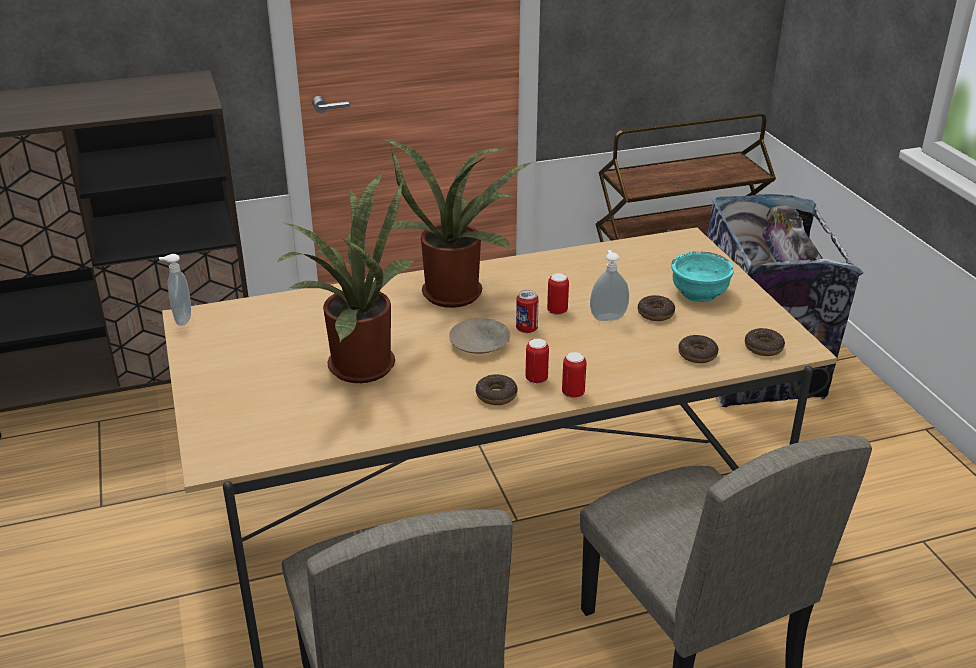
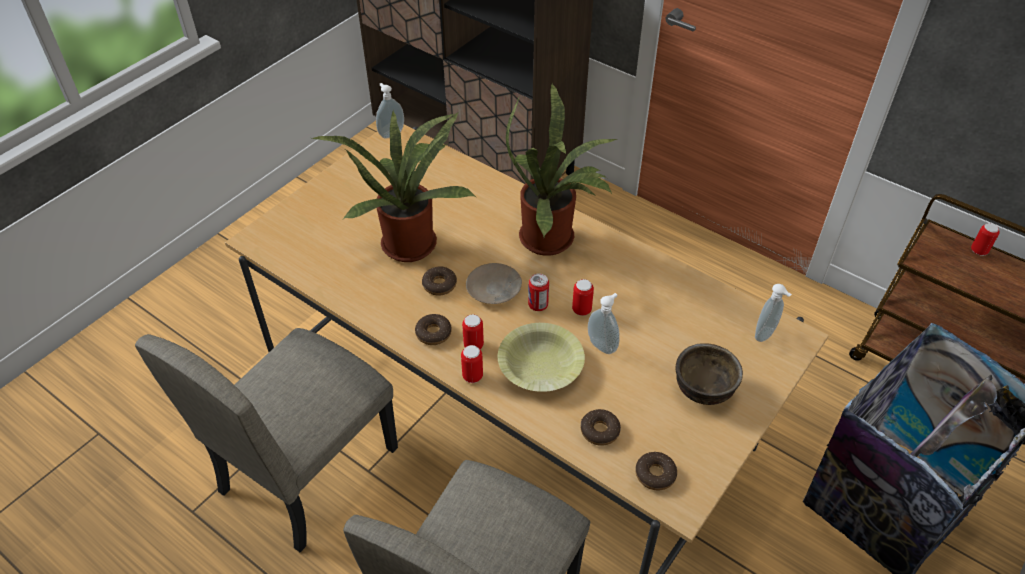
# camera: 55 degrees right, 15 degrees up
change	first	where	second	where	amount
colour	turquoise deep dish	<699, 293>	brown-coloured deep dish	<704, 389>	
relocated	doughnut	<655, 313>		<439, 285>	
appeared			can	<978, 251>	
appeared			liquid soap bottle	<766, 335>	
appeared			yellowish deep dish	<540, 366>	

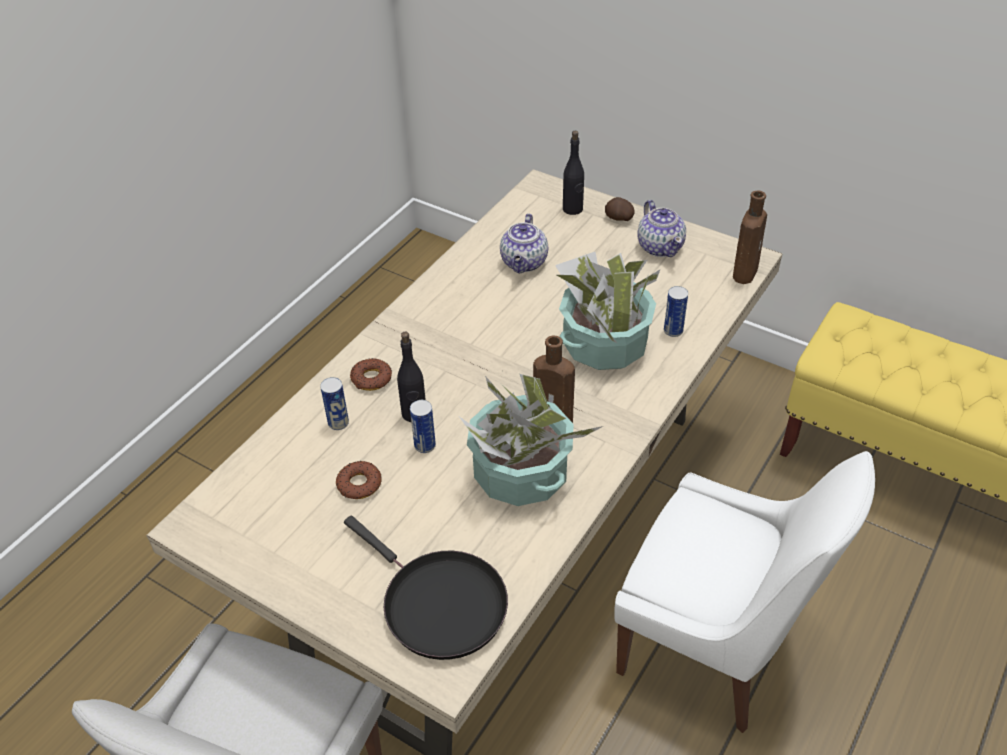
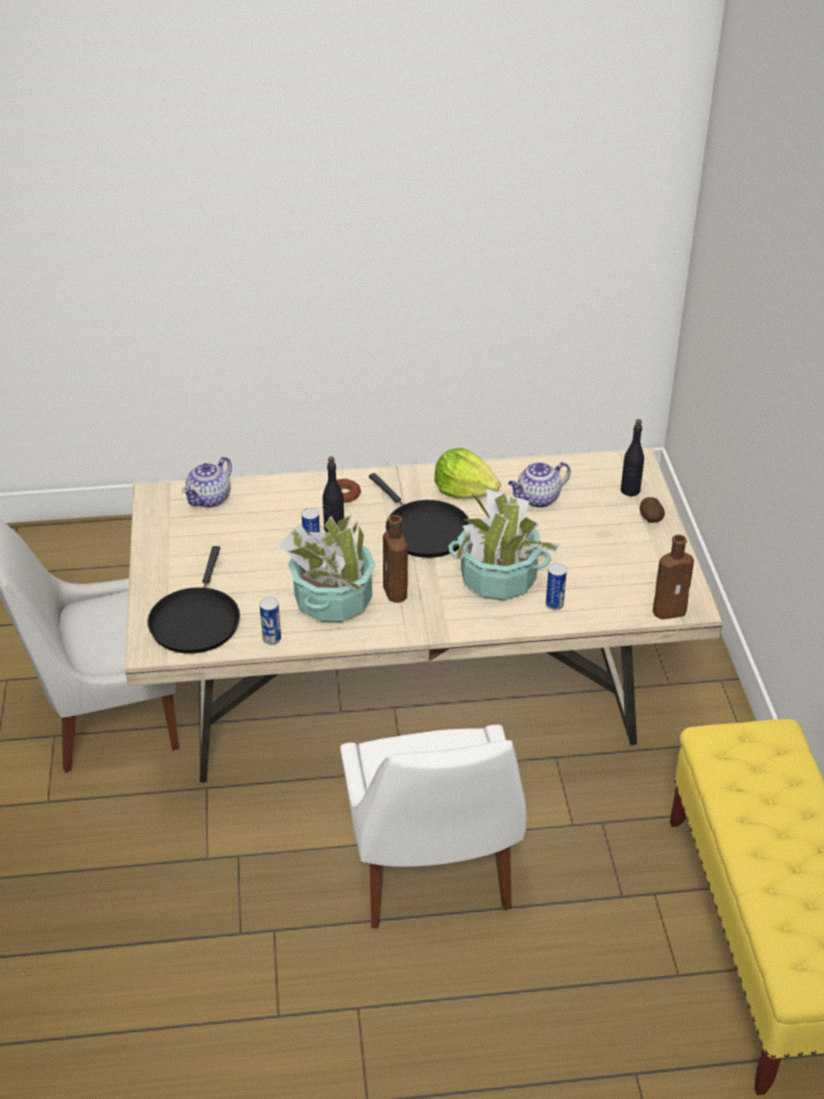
# camera: 50 degrees right, 5 degrees down
change	first	where	second	where	amount
relocated	tea pot	<660, 247>		<210, 498>	
relocated	can	<338, 423>		<271, 639>	
missing	doughnut	<359, 484>			
appeared			lettuce	<465, 490>	
appeared			black-coloured pan	<423, 530>	

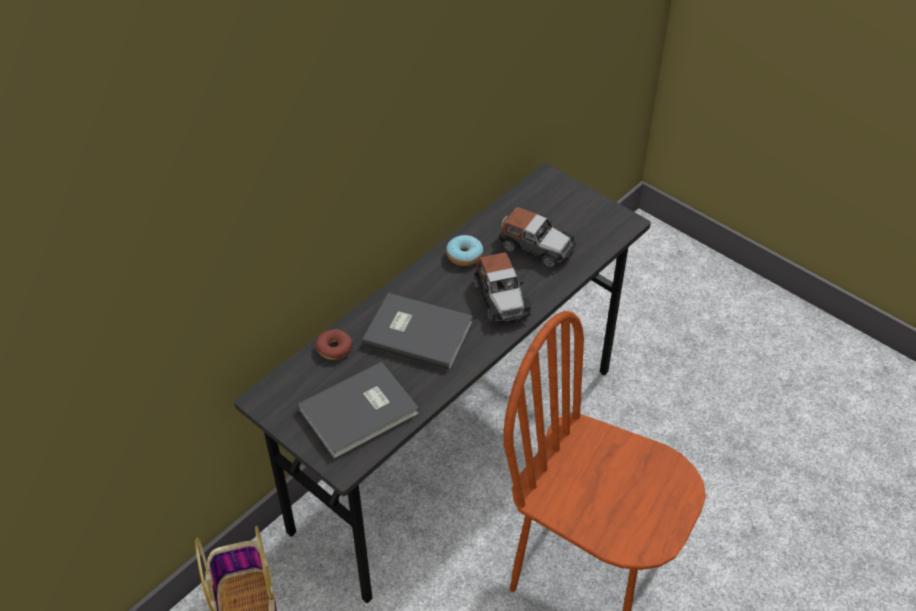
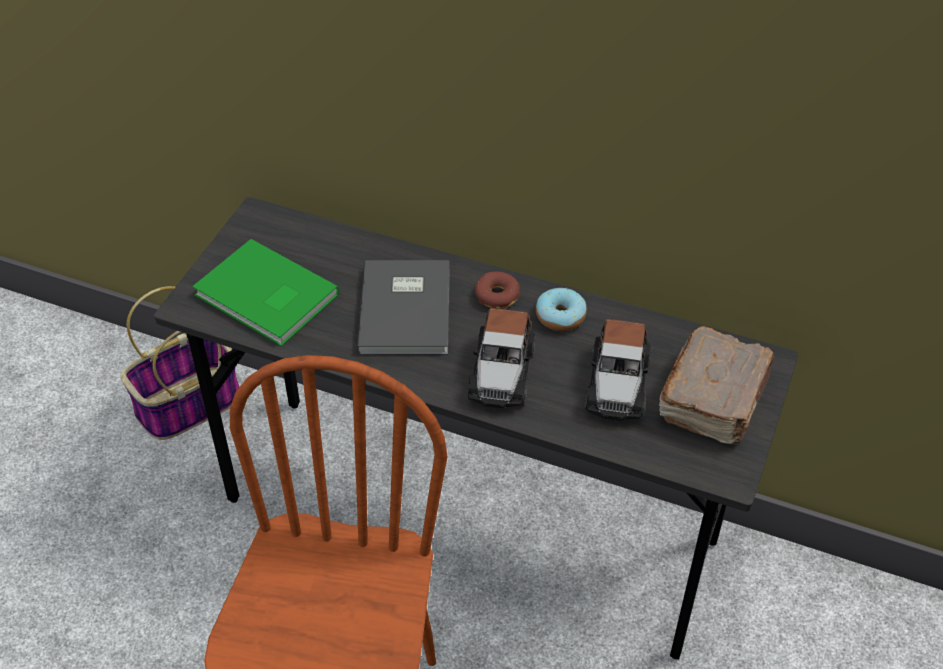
# camera: 70 degrees right, 0 degrees up
change	first	where	second	where	amount
spun	model car	<501, 299>		<501, 372>	45 degrees counterclockwise
relocated	doughnut	<334, 348>		<497, 296>	
colour	gray volume	<361, 413>	green volume	<266, 297>	
appeared			brown-coloured volume	<715, 399>	

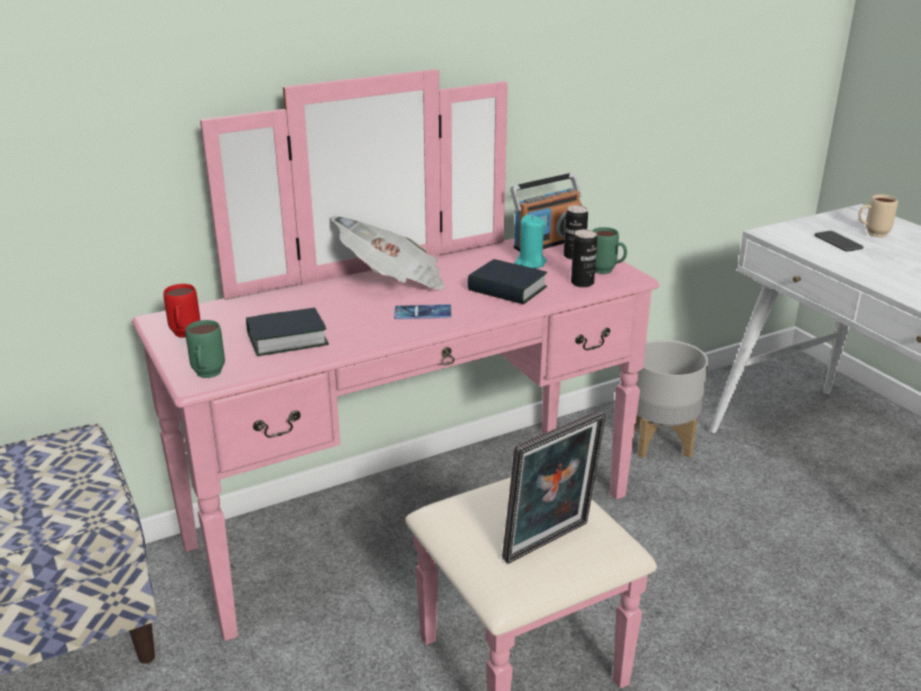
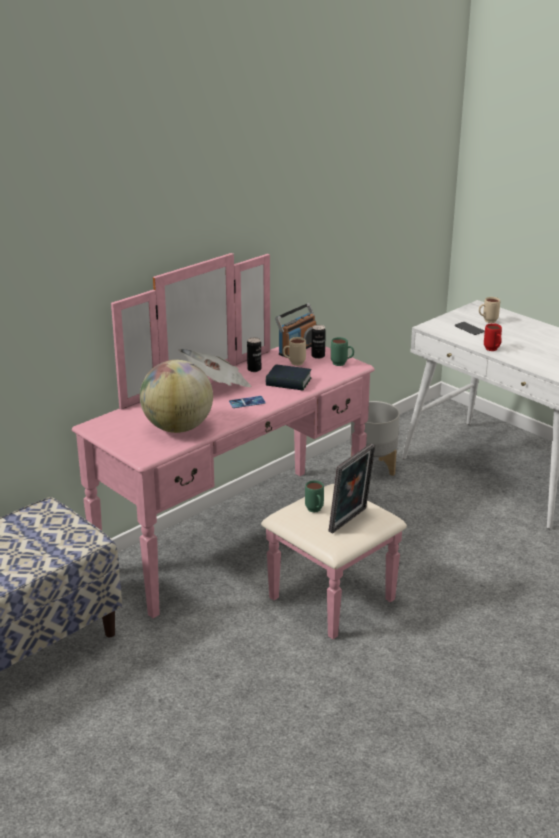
# camera: 15 degrees left, 0 degrees up
change	first	where	second	where	amount
exchanged	turquoise wax light	<530, 263>	sand-coloured tea mug	<293, 364>	
relocated	can	<582, 283>		<254, 369>	
relocated	reddish tea mug	<184, 336>		<493, 350>	
exchanged	volume	<287, 339>	desk globe	<178, 428>	
relocated	green tea mug	<207, 376>		<315, 511>	

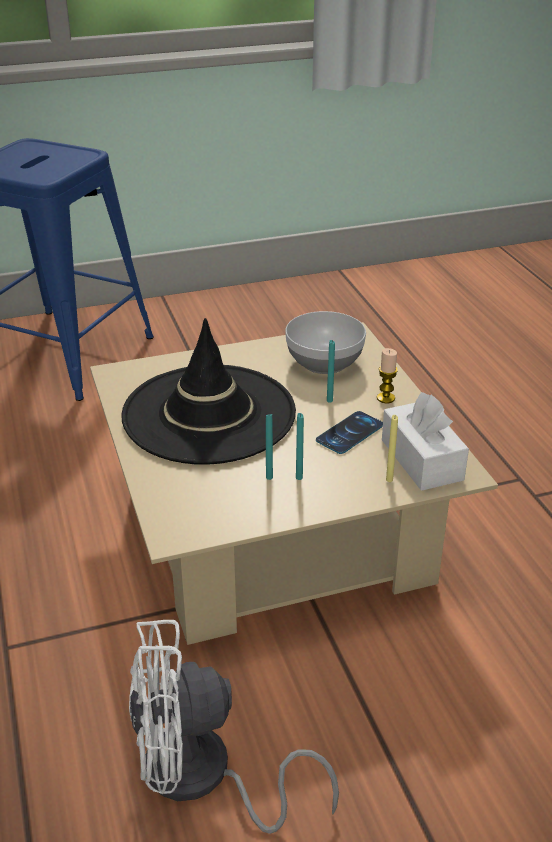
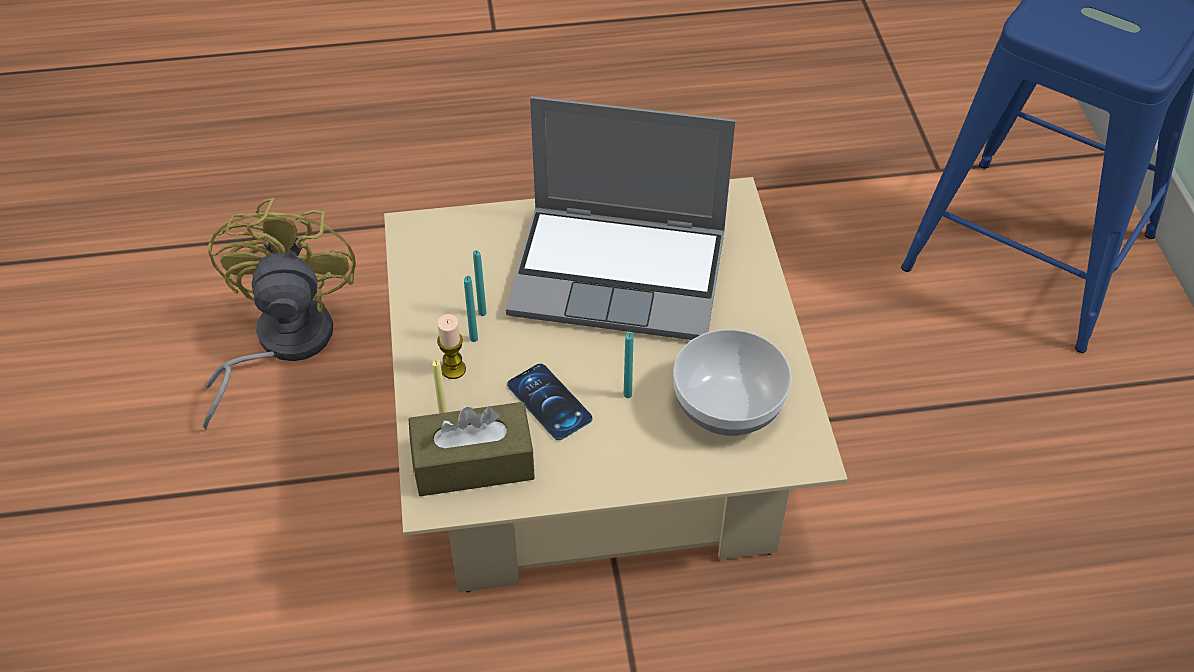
# camera: 100 degrees right, 15 degrees up
change	first	where	second	where	amount
exchanged	black-coloured hat	<209, 414>	notebook computer	<621, 274>	
relocated	wax light	<385, 398>		<453, 369>	
colour	white box of tissues	<421, 460>	brown-coloured box of tissues	<473, 463>	
colour	white cooling fan	<202, 778>	yellowish cooling fan	<281, 344>	

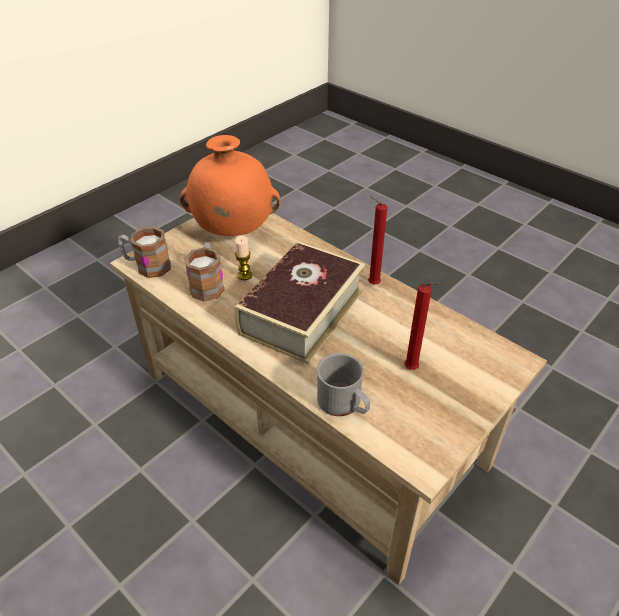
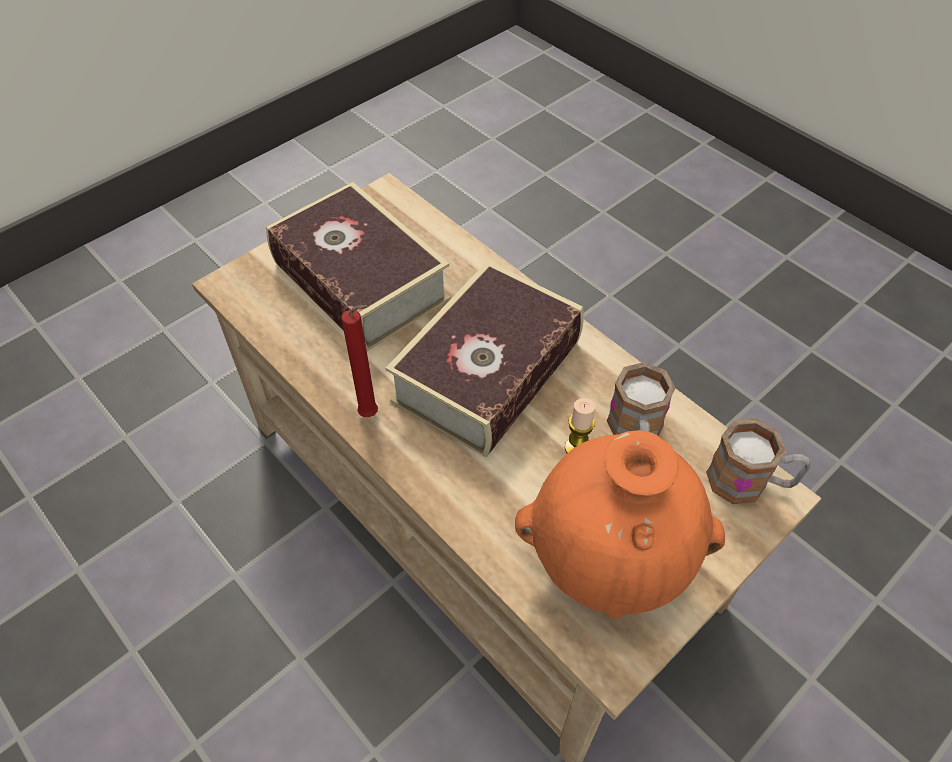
# camera: 175 degrees left, 10 degrees up
change	first	where	second	where	amount
exchanged	reddish wax light	<413, 369>	volume	<360, 281>	
missing	gray tea mug	<344, 404>			

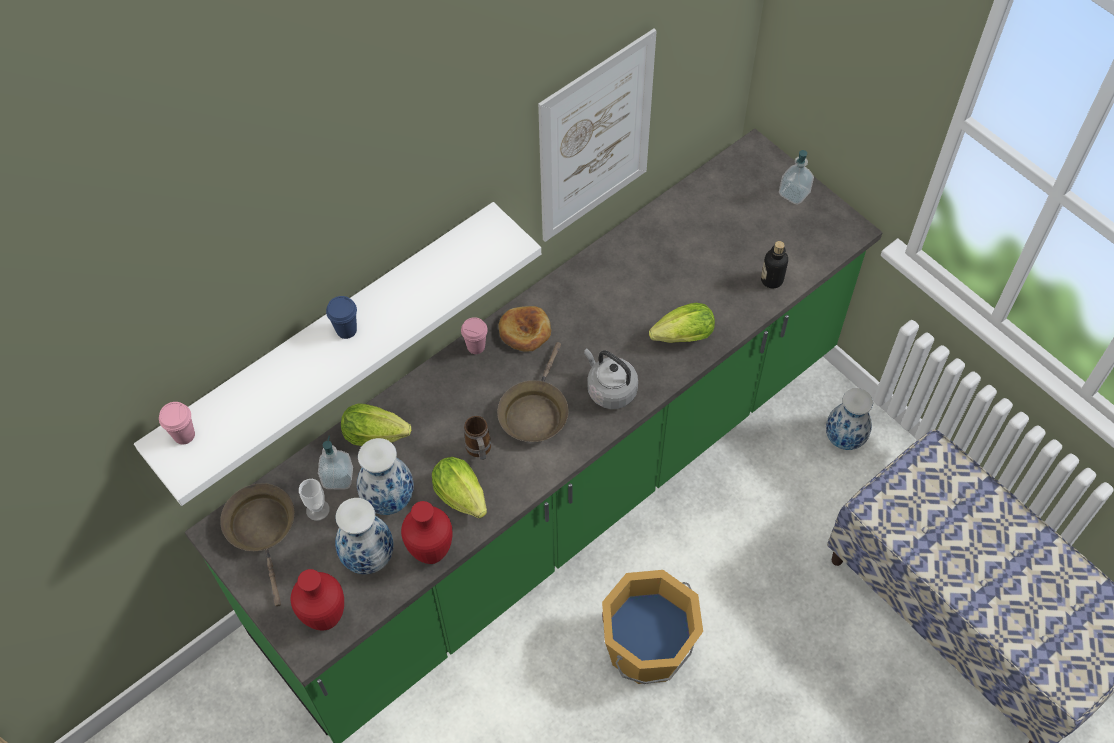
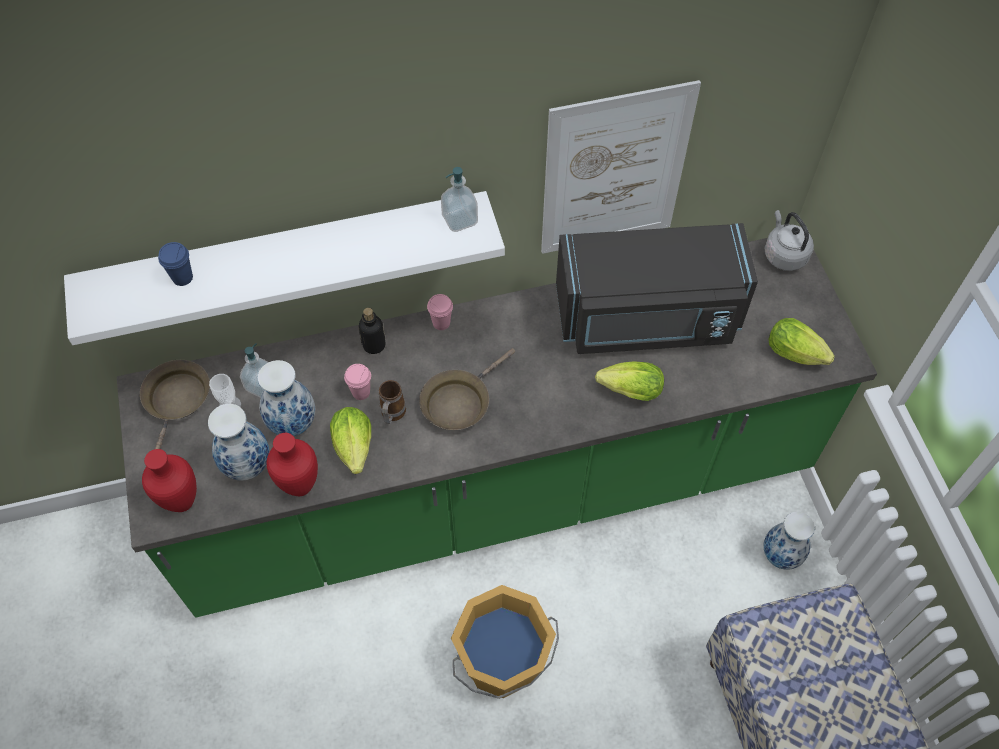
# camera: 25 degrees right, 0 degrees up
change	first	where	second	where	amount
relocated	liquid soap bottle	<794, 193>		<460, 219>	
relocated	bottle	<772, 280>		<374, 345>	
relocated	blue drinking cup	<346, 330>		<182, 277>	
missing	bakery bread	<525, 331>			
relocated	gray water kettle	<609, 389>		<783, 254>	
relocated	pink-coloured drinking cup	<184, 435>		<361, 392>	
relocated	lettuce	<379, 435>		<798, 355>	
appeared			black-coloured kitchen microwave	<647, 319>	

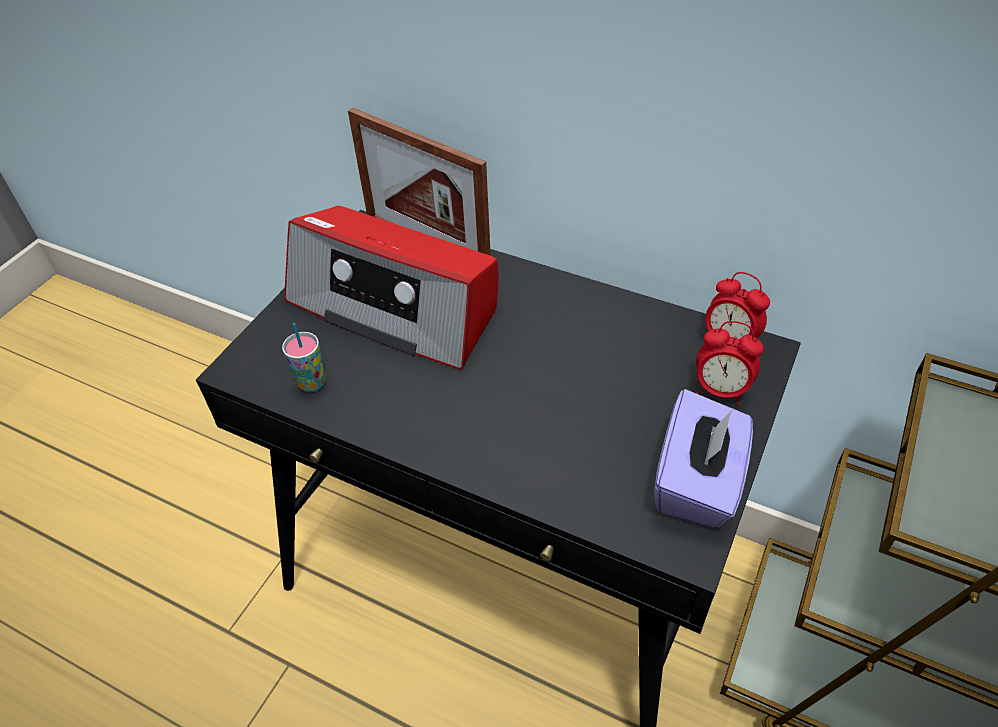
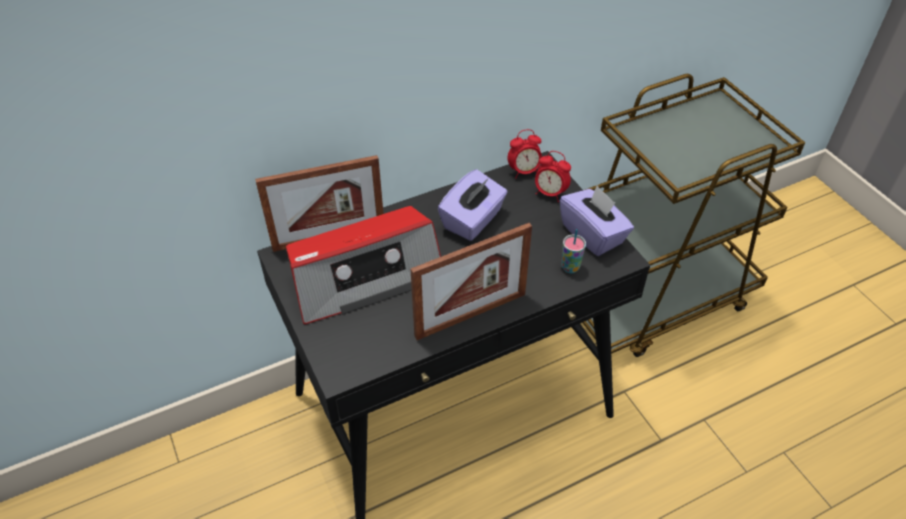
# camera: 55 degrees left, 0 degrees up
change	first	where	second	where	amount
spun	table clock	<720, 390>		<550, 193>	60 degrees clockwise
relocated	drinking cup	<312, 383>		<570, 267>	
appeared			purple box of tissues	<473, 220>	
appeared			standing frame	<471, 315>	

